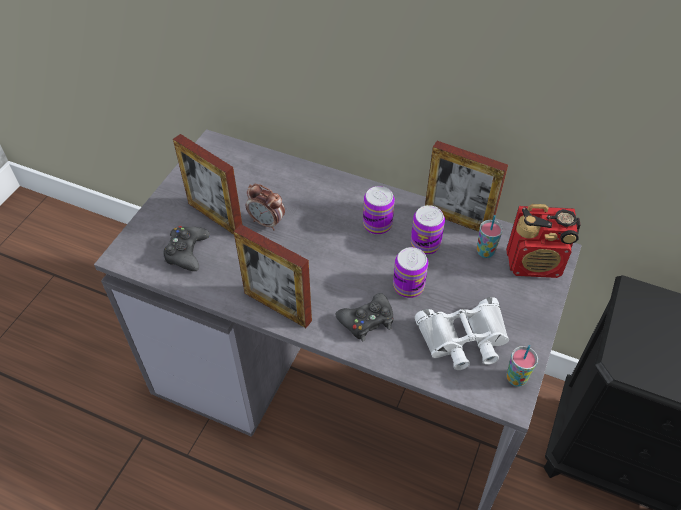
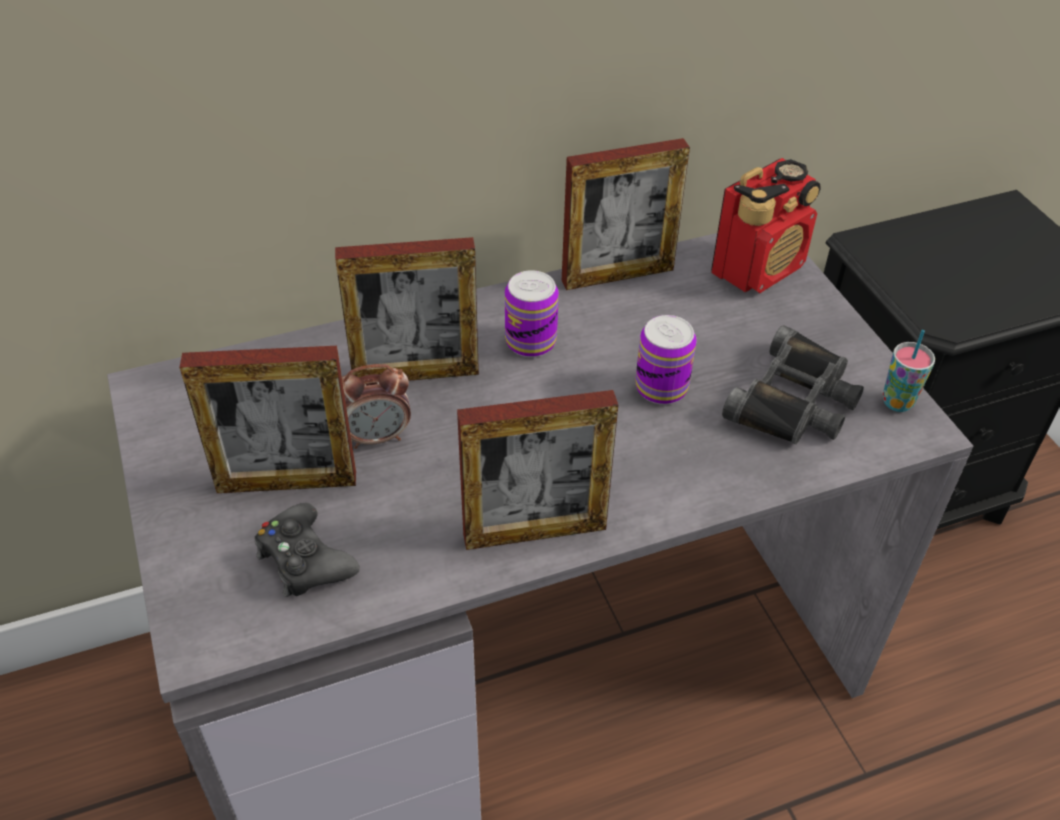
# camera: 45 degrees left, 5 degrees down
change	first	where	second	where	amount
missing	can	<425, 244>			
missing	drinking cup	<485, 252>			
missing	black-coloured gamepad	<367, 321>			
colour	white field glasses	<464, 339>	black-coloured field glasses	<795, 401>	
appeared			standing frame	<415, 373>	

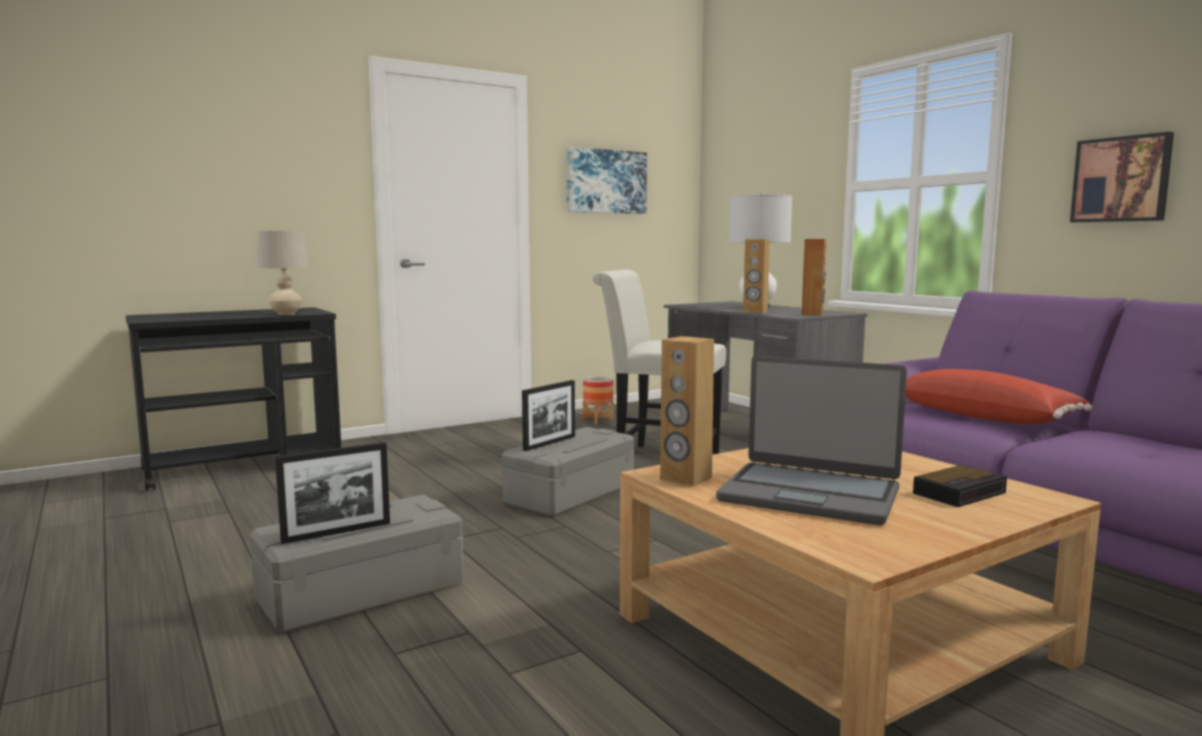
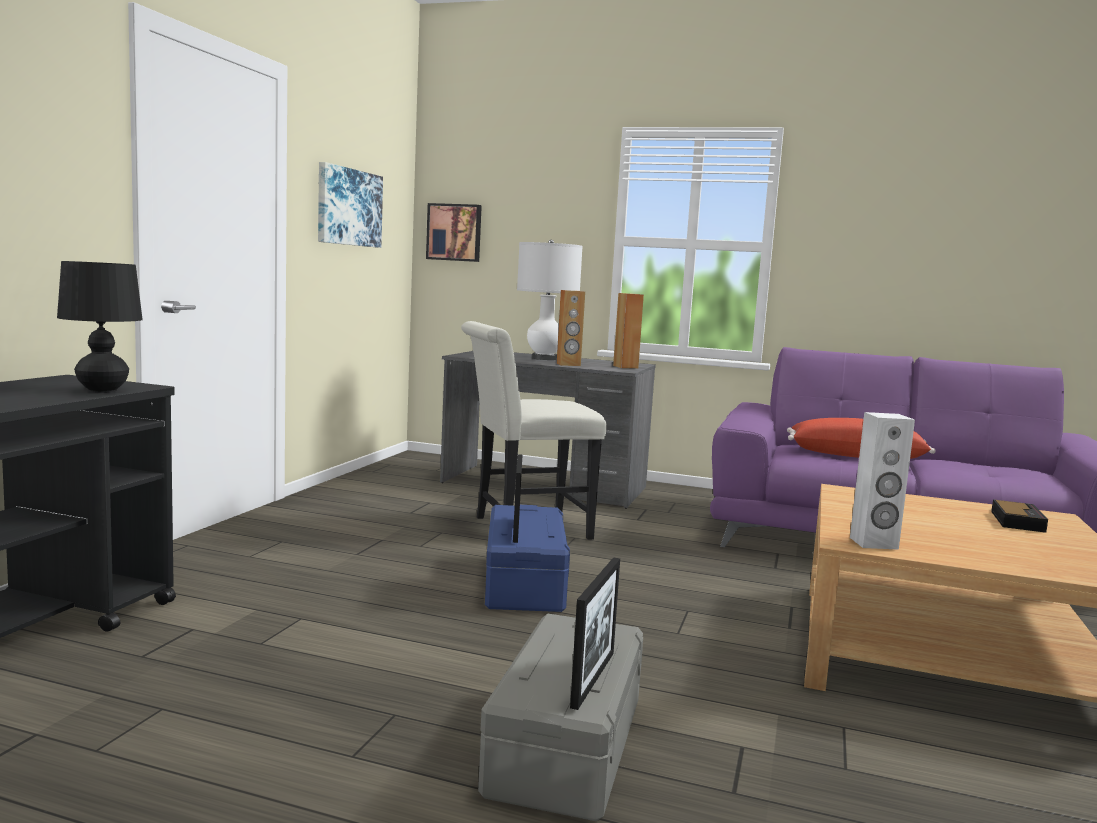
# camera: 40 degrees left, 0 degrees up
change	first	where	second	where	amount
relocated	wall art	<1121, 179>		<454, 232>	
colour	sand-coloured lamp for a table	<286, 314>	black-coloured lamp for a table	<102, 390>	
colour	brown-coloured speaker	<685, 478>	white speaker	<874, 543>	
missing	notebook computer	<810, 494>			
missing	flower pot	<598, 420>			
colour	gray storage box	<570, 493>	blue storage box	<523, 582>	

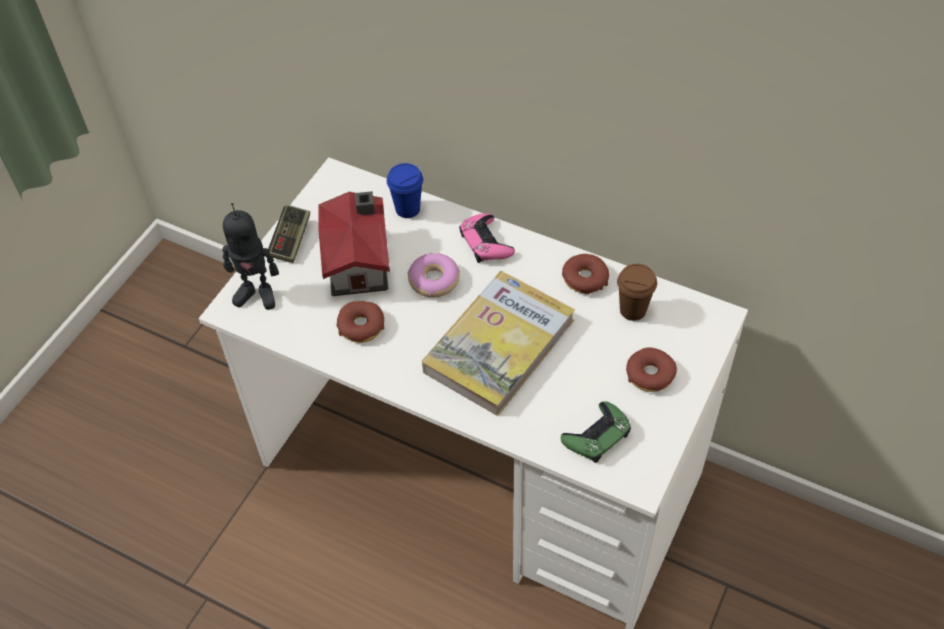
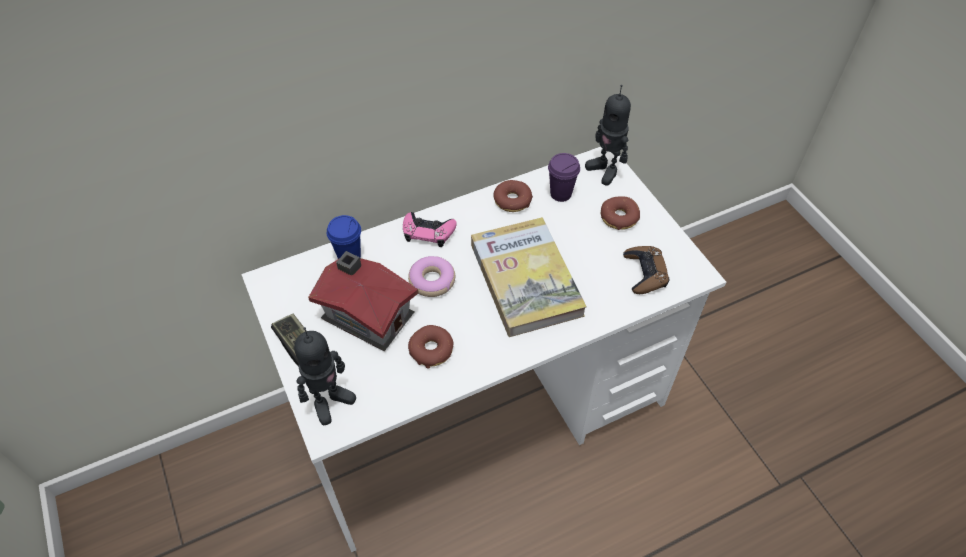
# camera: 55 degrees left, 0 degrees up
change	first	where	second	where	amount
colour	brown-coloured drinking cup	<633, 310>	purple drinking cup	<561, 194>	
colour	green gamepad	<597, 436>	brown-coloured gamepad	<645, 273>	
appeared			toy robot	<605, 170>	

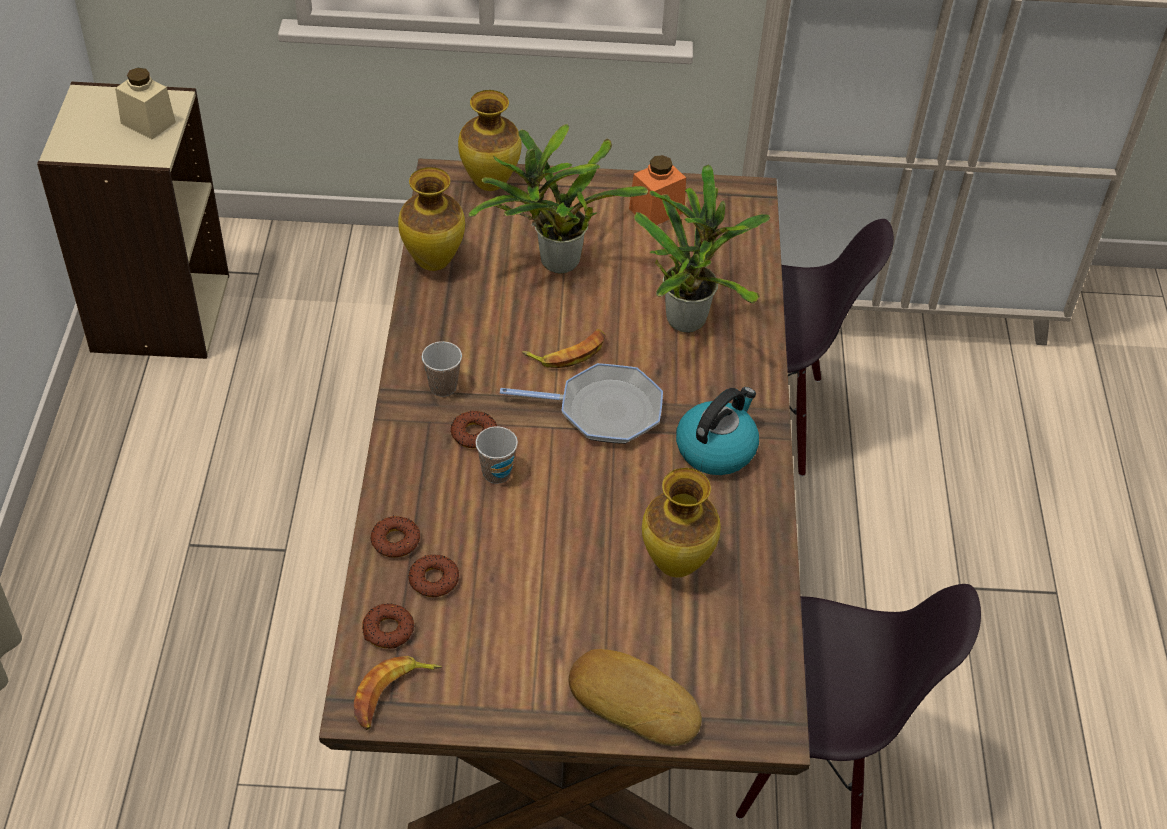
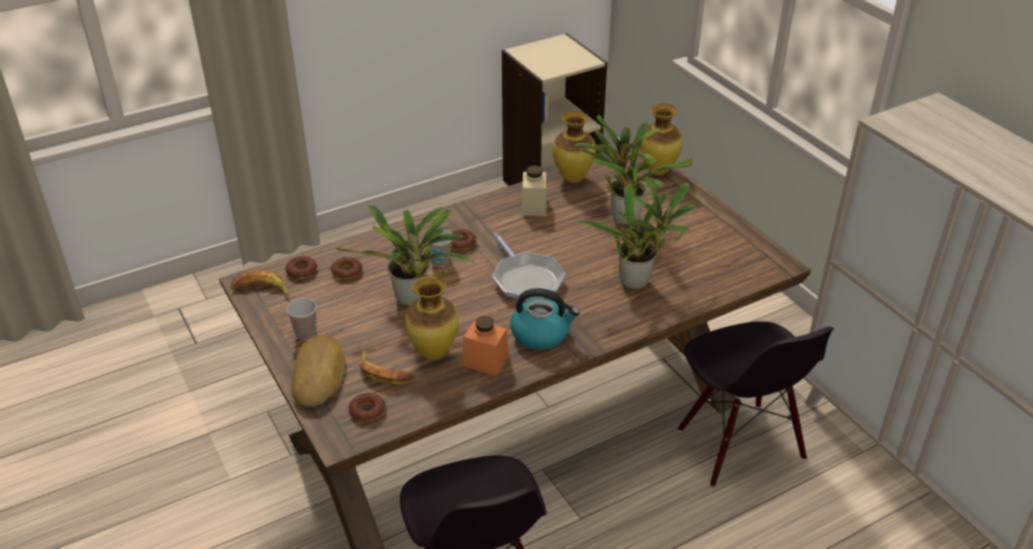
# camera: 60 degrees right, 10 degrees down
change	first	where	second	where	amount
relocated	sand-coloured storage jar	<148, 123>		<534, 206>	
relocated	orangey storage jar	<656, 210>		<485, 361>	
relocated	banana fruit	<568, 352>		<384, 372>	
relocated	drinking cup	<443, 387>		<305, 333>	
relocated	doughnut	<395, 541>		<367, 410>	
appeared			houseplant	<413, 300>	

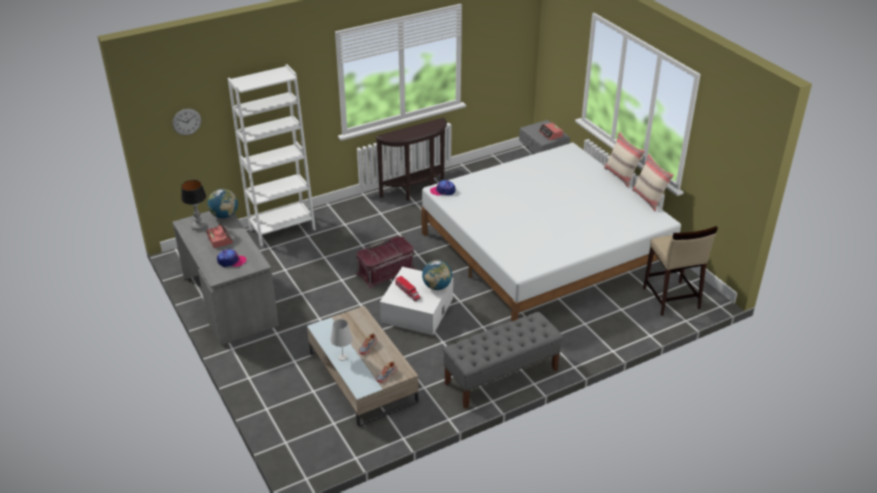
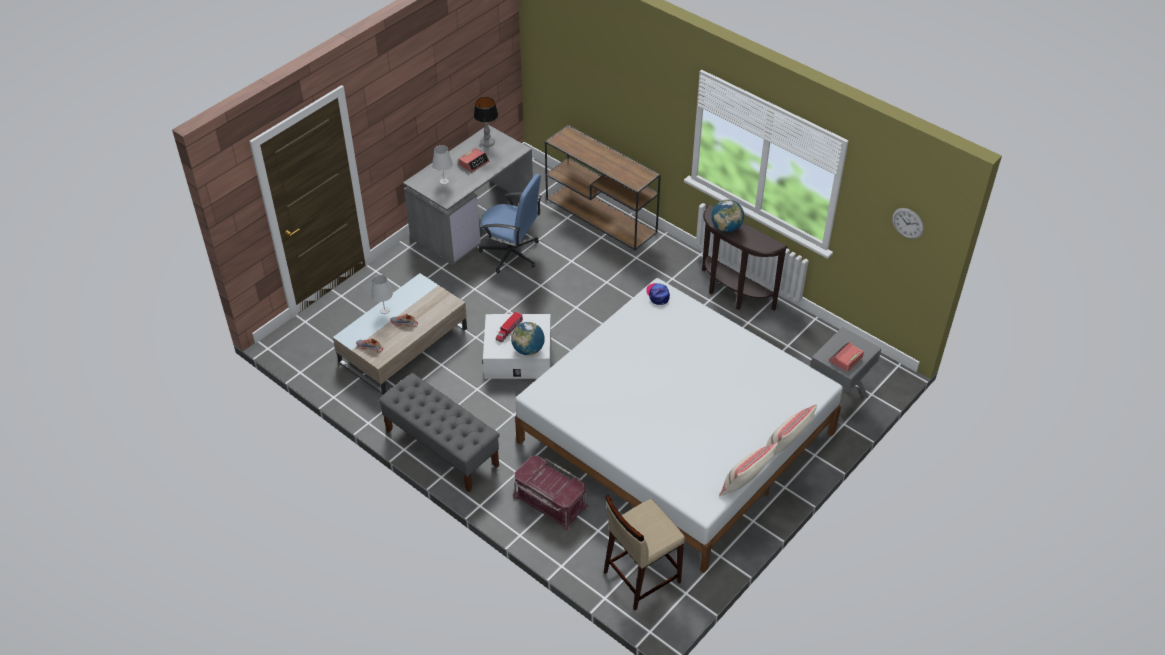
# camera: 70 degrees right, 10 degrees up
change	first	where	second	where	amount
exchanged	white bookcase	<282, 229>	brown-coloured hall table	<602, 216>	
relocated	wall clock	<186, 121>		<907, 223>	
relocated	desk globe	<224, 215>		<726, 228>	
relocated	reddish storage box	<386, 272>		<549, 501>	
exchanged	baseball cap	<231, 261>	white lamp for a table	<444, 181>	
appeared			blue office chair	<511, 254>	

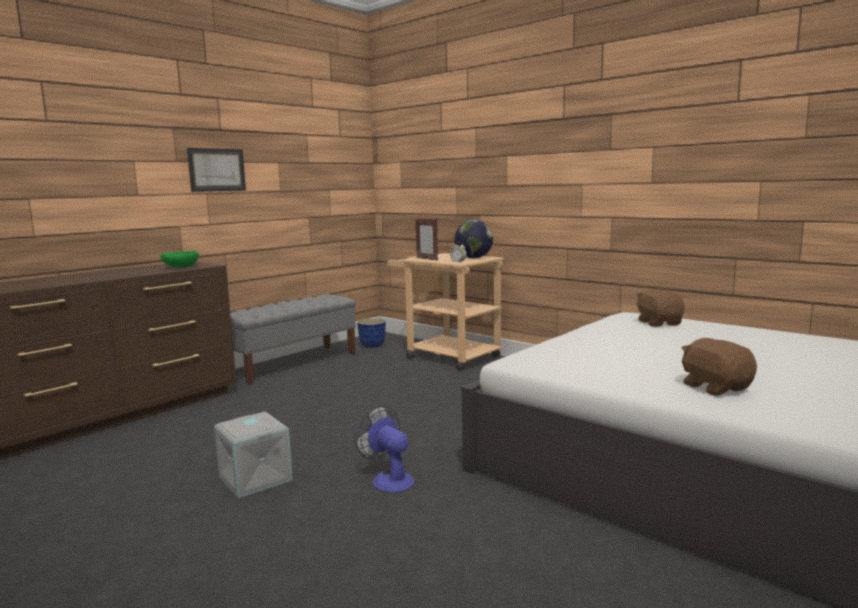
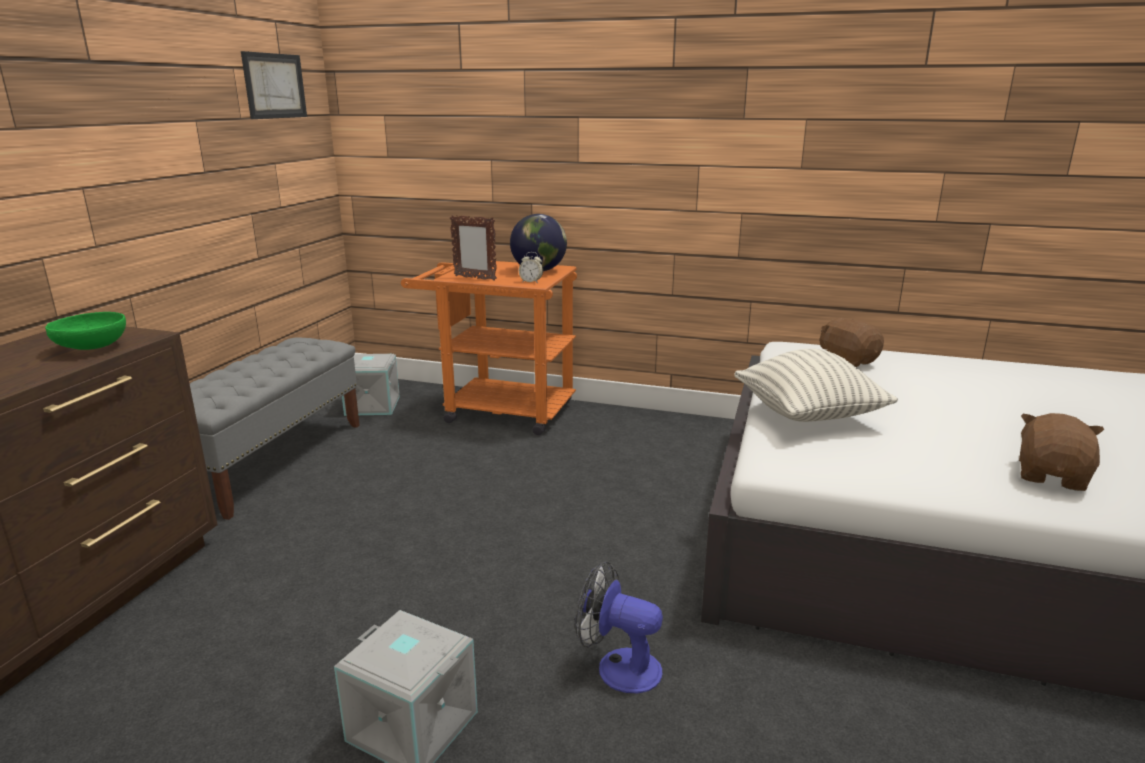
# camera: 25 degrees left, 10 degrees up
change	first	where	second	where	amount
relocated	wall art	<217, 170>		<274, 86>	
colour	sand-coloured wheeled cart	<446, 356>	orangey wheeled cart	<498, 410>	
exchanged	flower pot	<373, 345>	gray storage box	<373, 405>	
spun	brown-coloured cuddly toy	<715, 387>		<1052, 476>	75 degrees clockwise
appeared			throw pillow	<808, 416>	

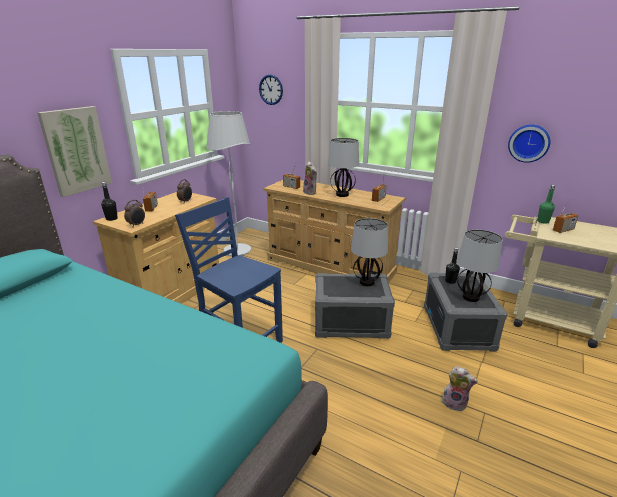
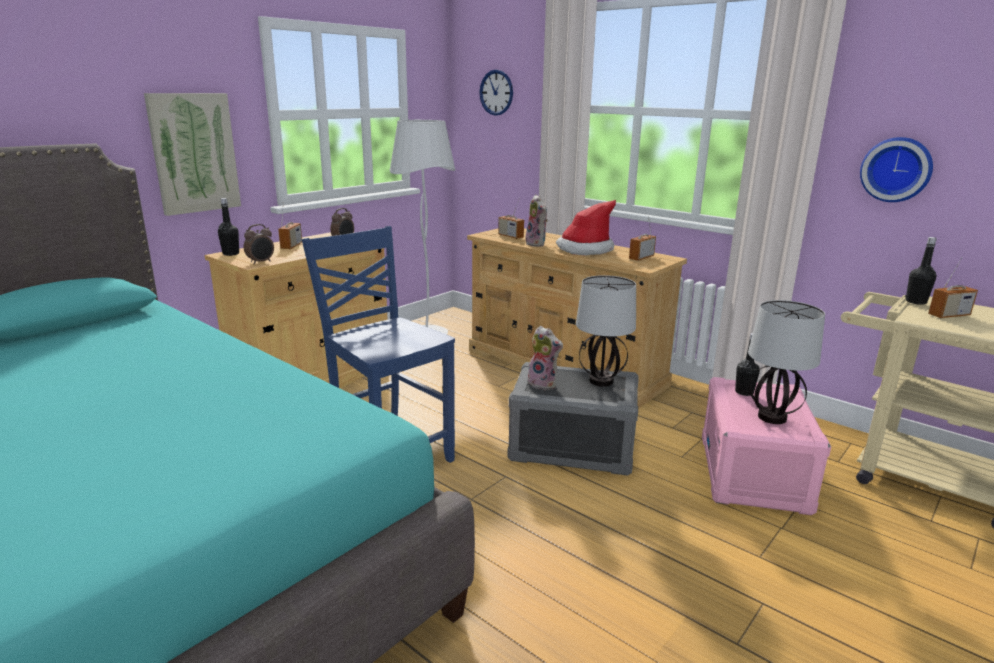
# camera: 10 degrees right, 5 degrees down
change	first	where	second	where	amount
exchanged	lamp for a table	<342, 195>	hat	<584, 249>	
colour	green bottle	<543, 221>	black-coloured bottle	<916, 302>	
colour	gray storage box	<458, 328>	pink-coloured storage box	<754, 474>	
relocated	cuddly toy	<455, 403>		<544, 384>	

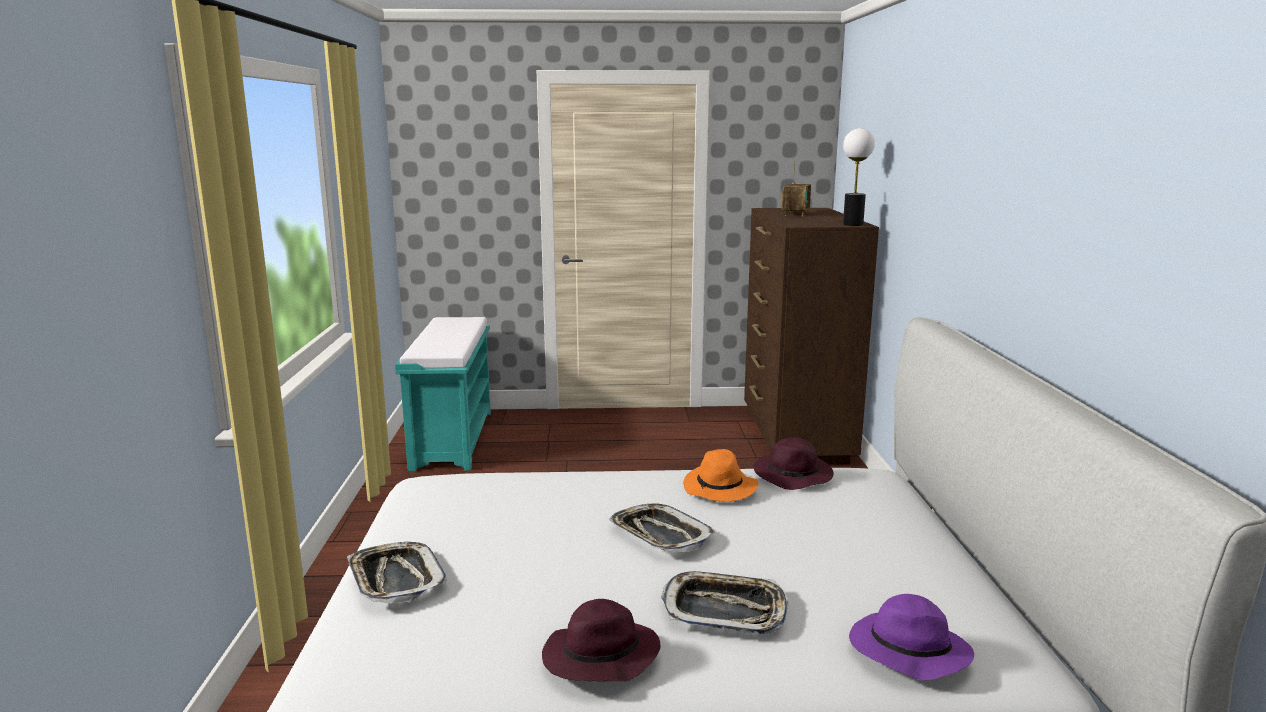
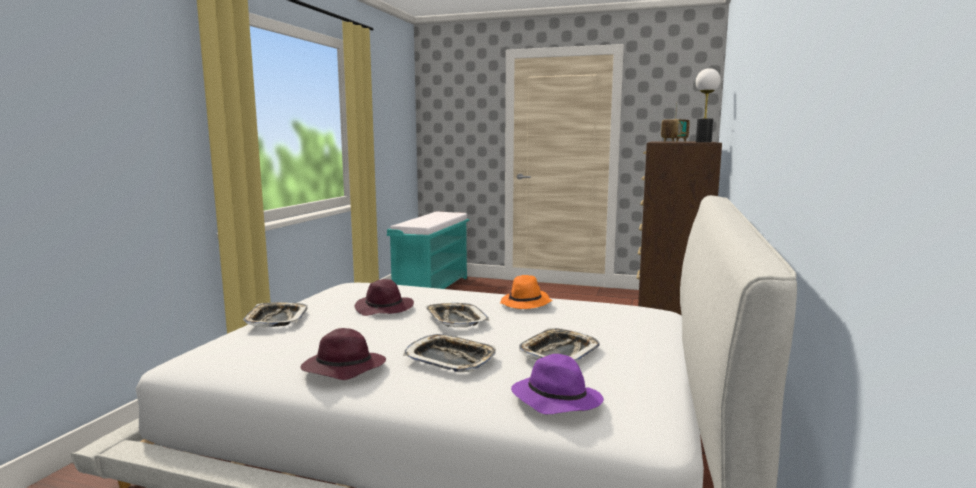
# camera: 20 degrees right, 5 degrees down
change	first	where	second	where	amount
relocated	purple hat	<794, 475>		<385, 309>	
appeared			carrying tray	<558, 352>	

